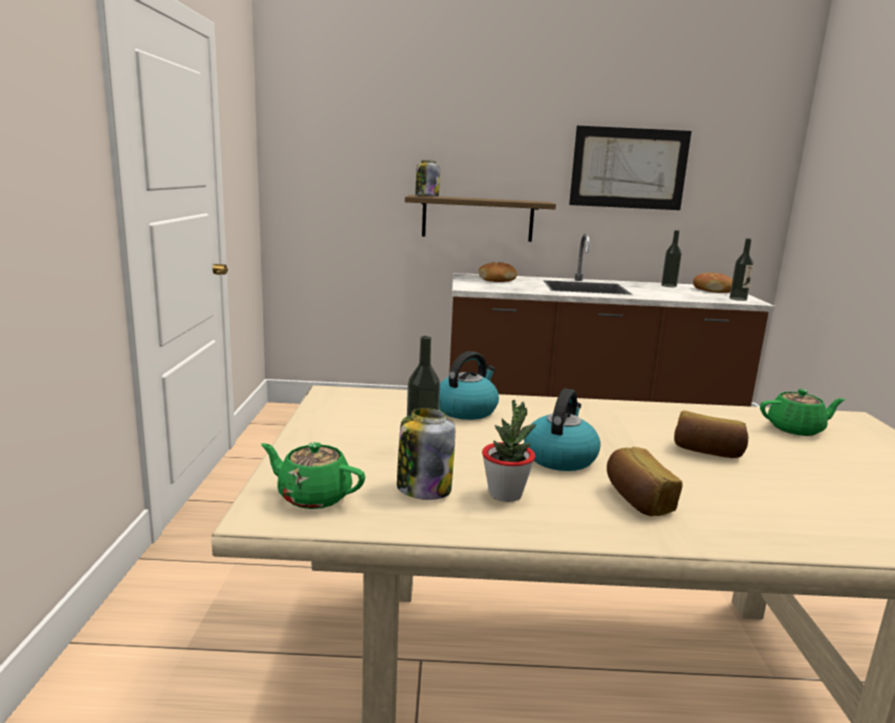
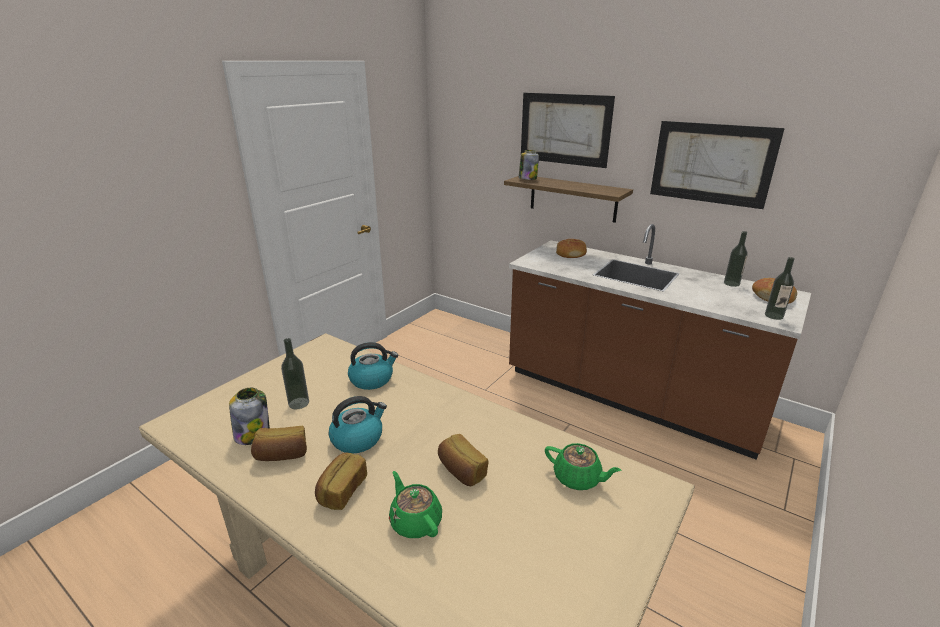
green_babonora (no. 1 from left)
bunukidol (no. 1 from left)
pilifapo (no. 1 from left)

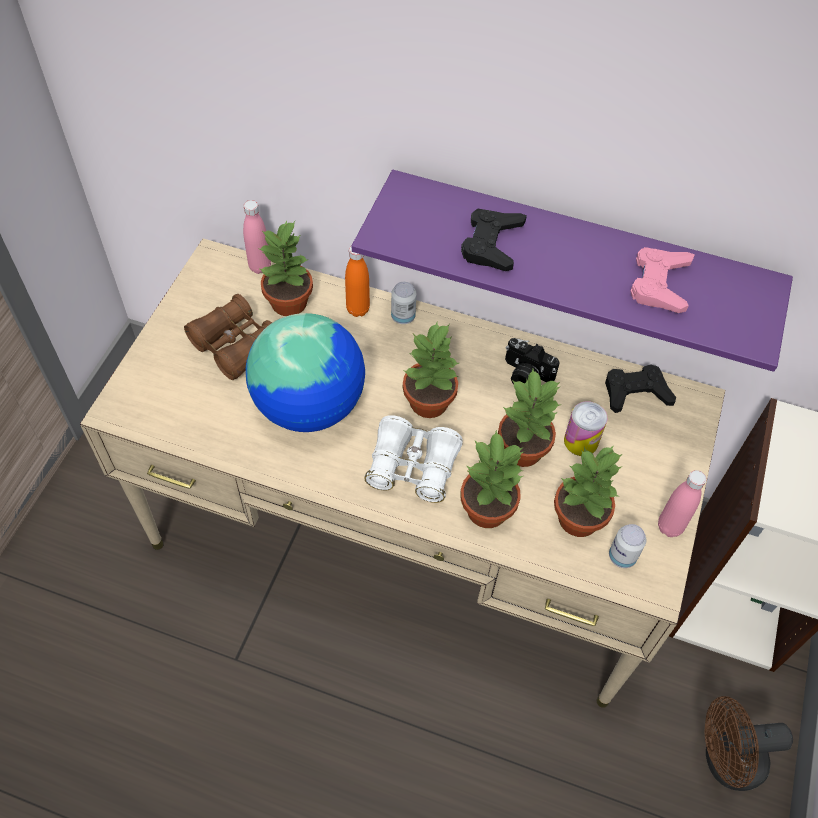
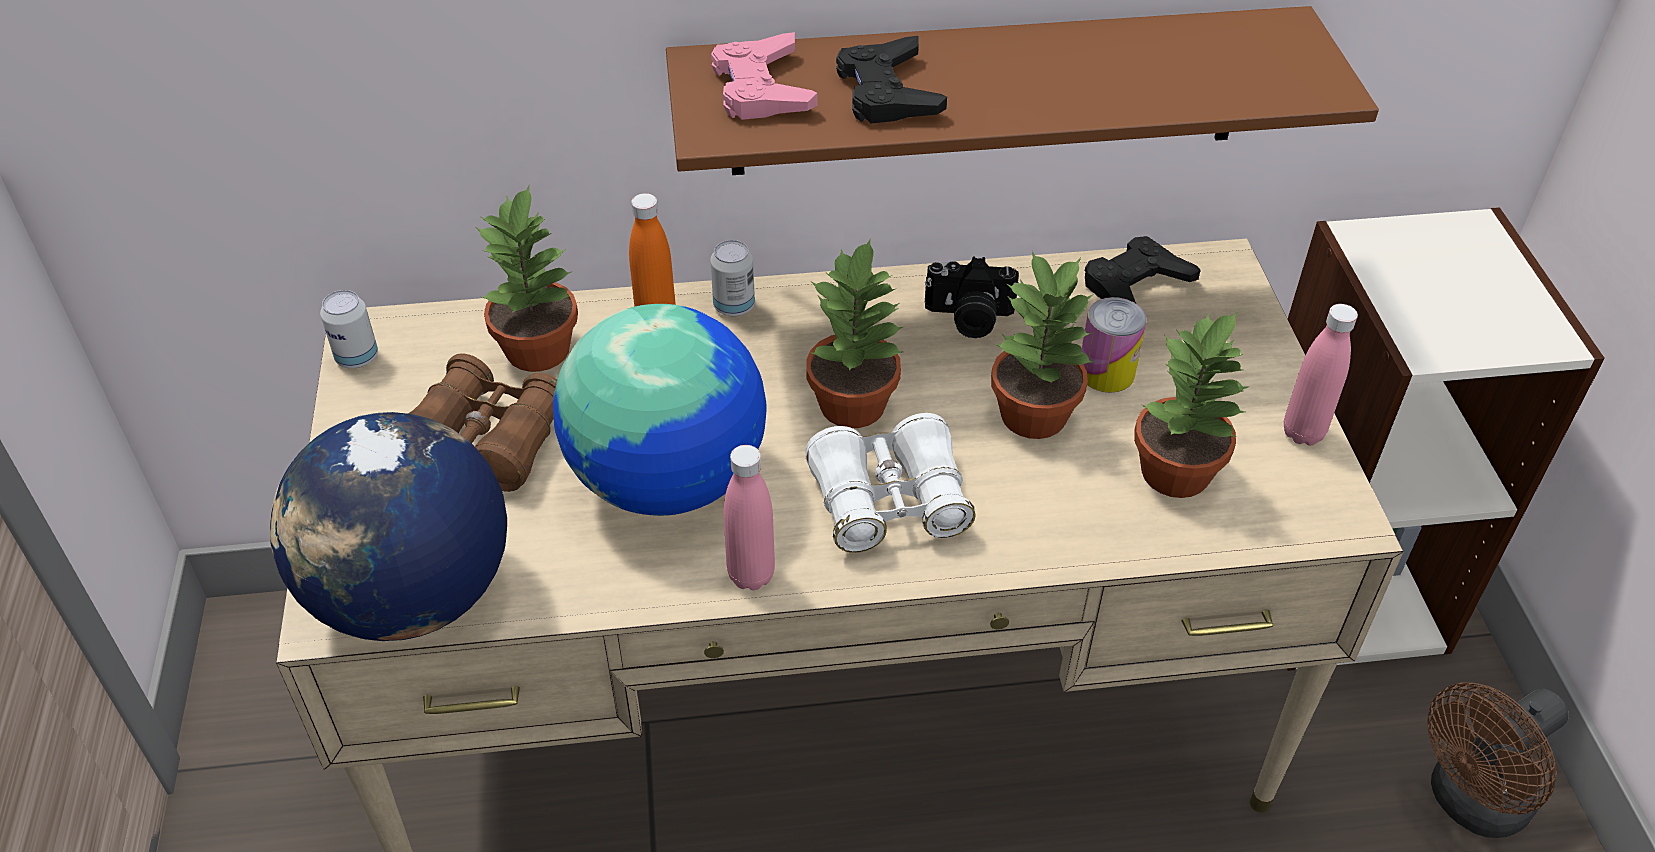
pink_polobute (no. 1 from left)
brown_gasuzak
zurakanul (no. 3 from left in the first image)
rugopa (no. 1 from left)
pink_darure
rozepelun (no. 1 from left)

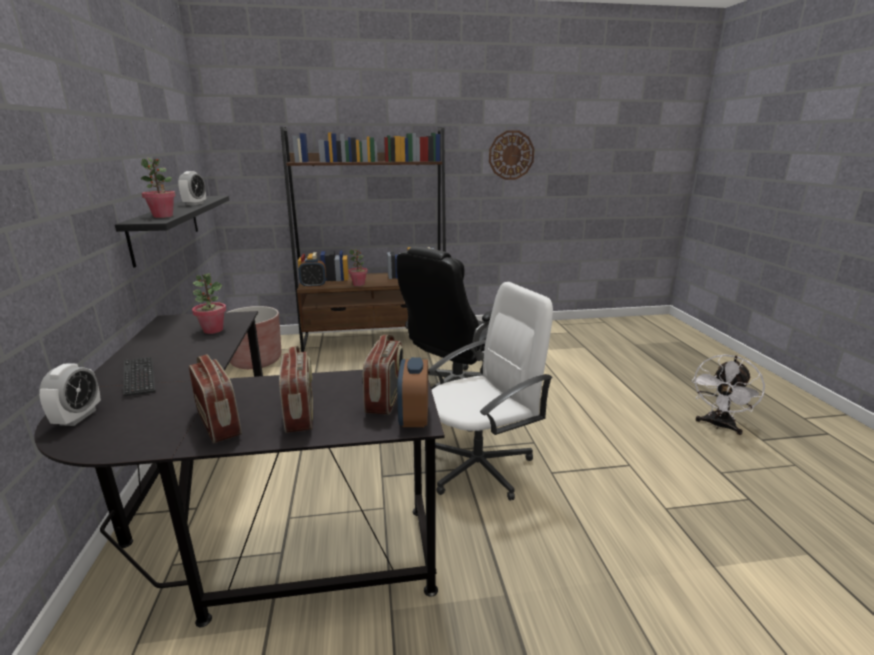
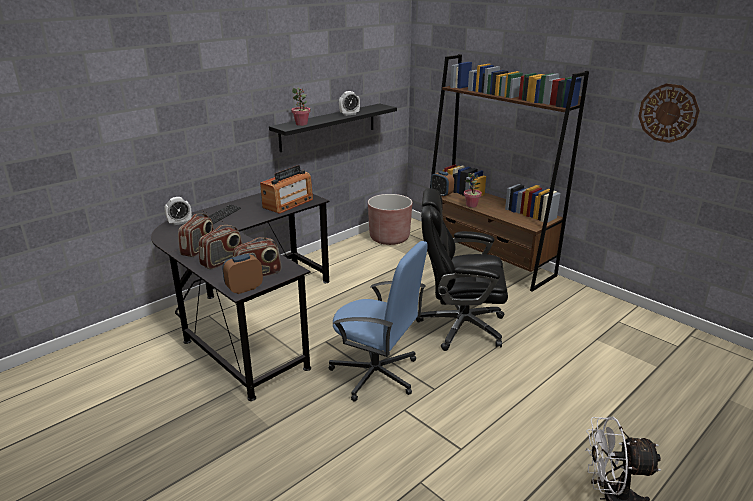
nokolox (no. 4 from left)
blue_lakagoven

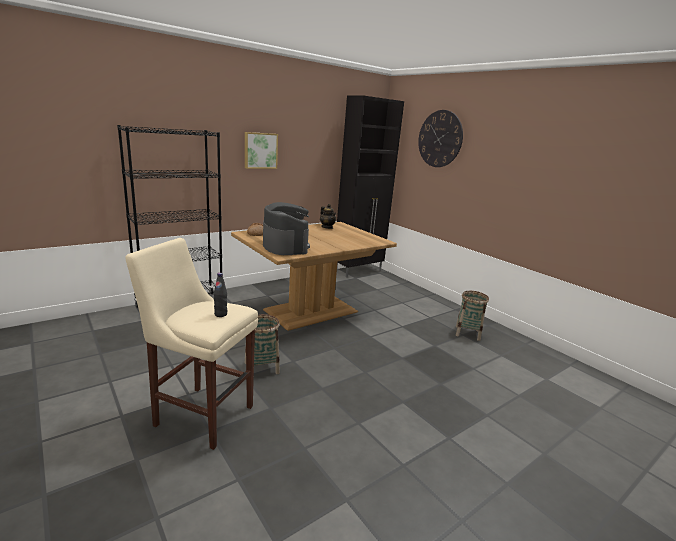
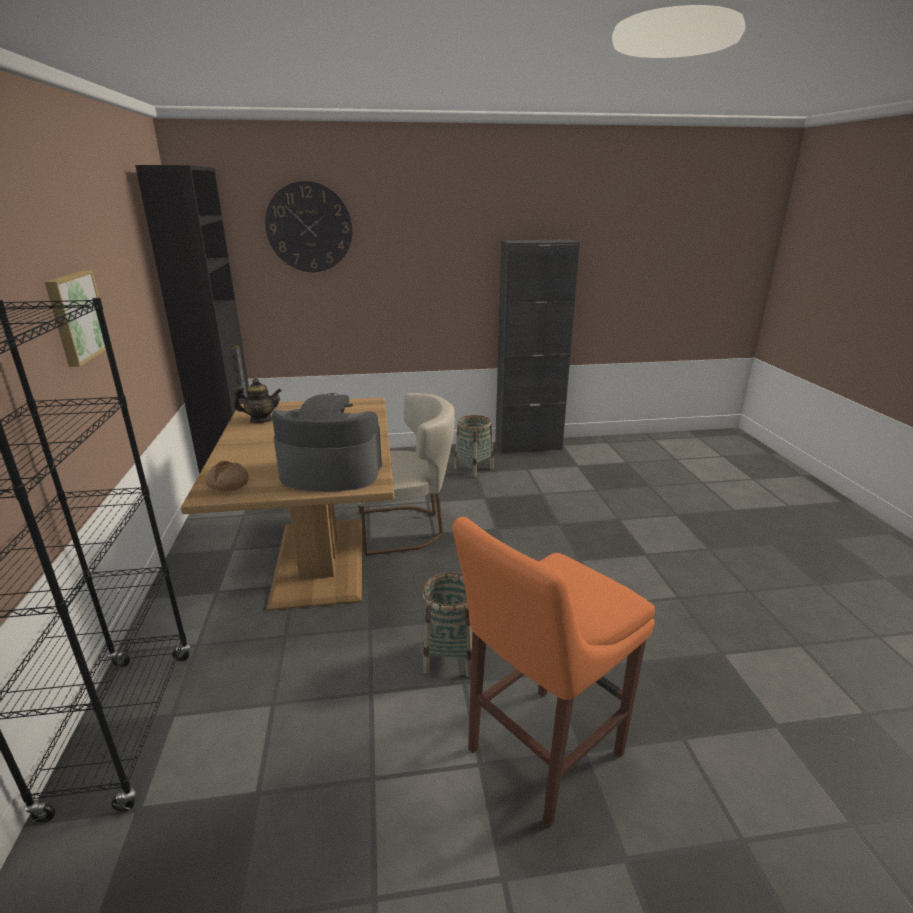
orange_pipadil
black_polobute
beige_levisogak
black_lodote (no. 2 from left)

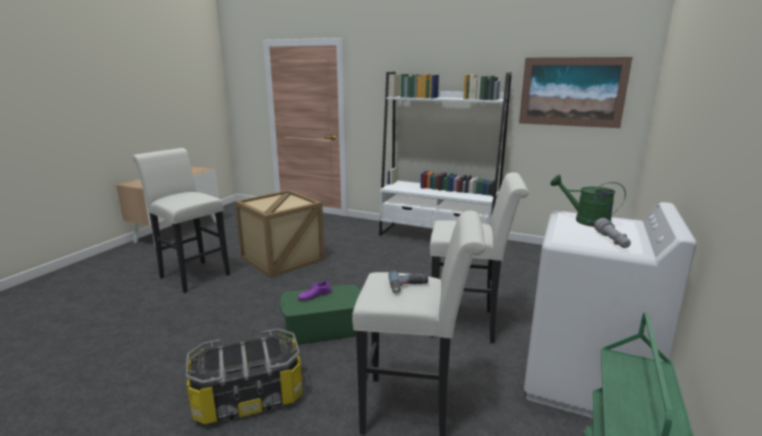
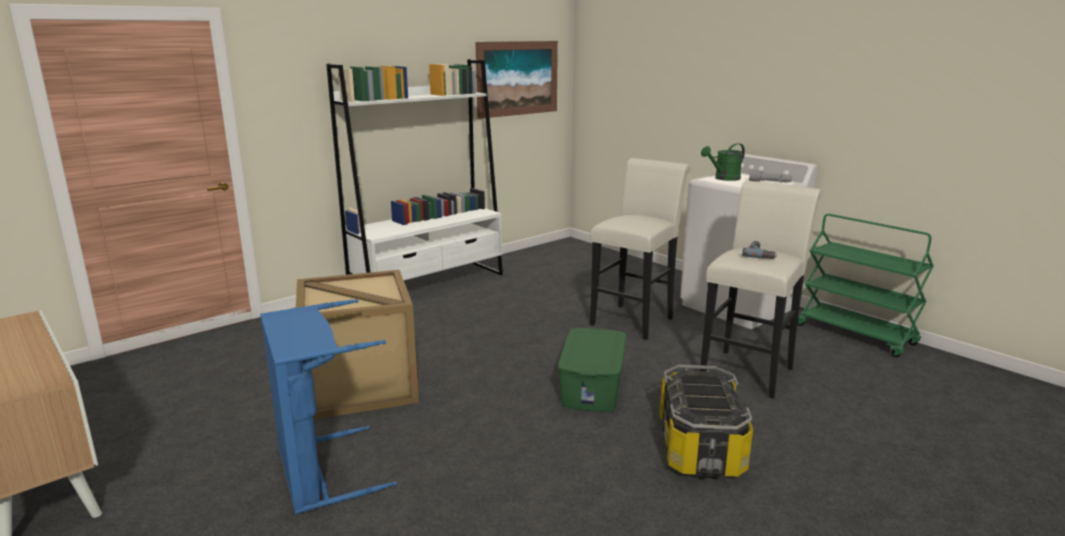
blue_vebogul
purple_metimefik

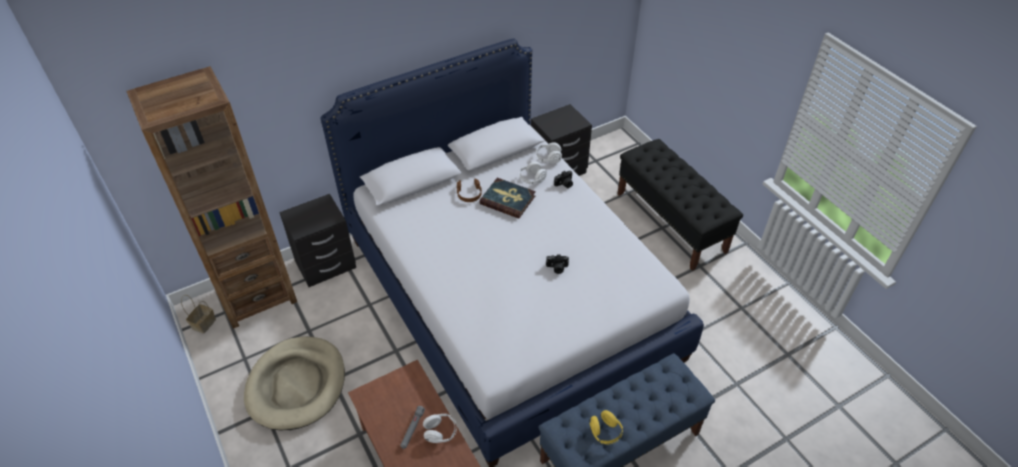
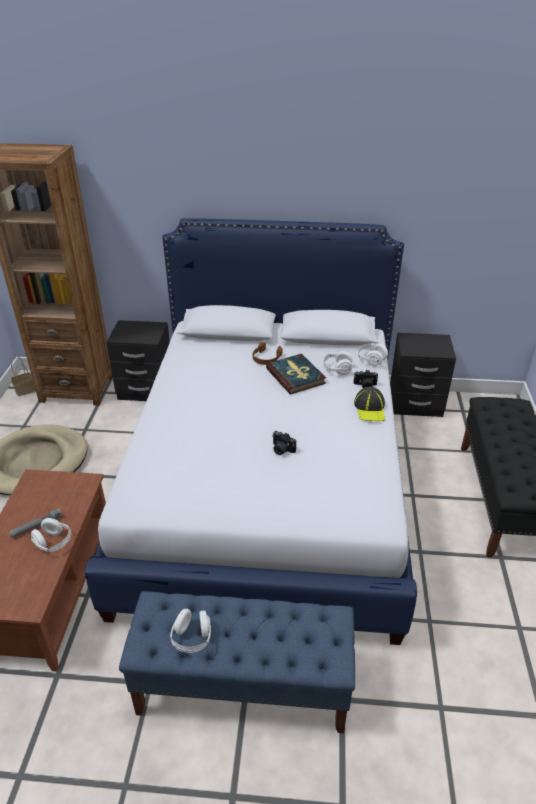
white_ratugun (no. 2 from left)
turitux

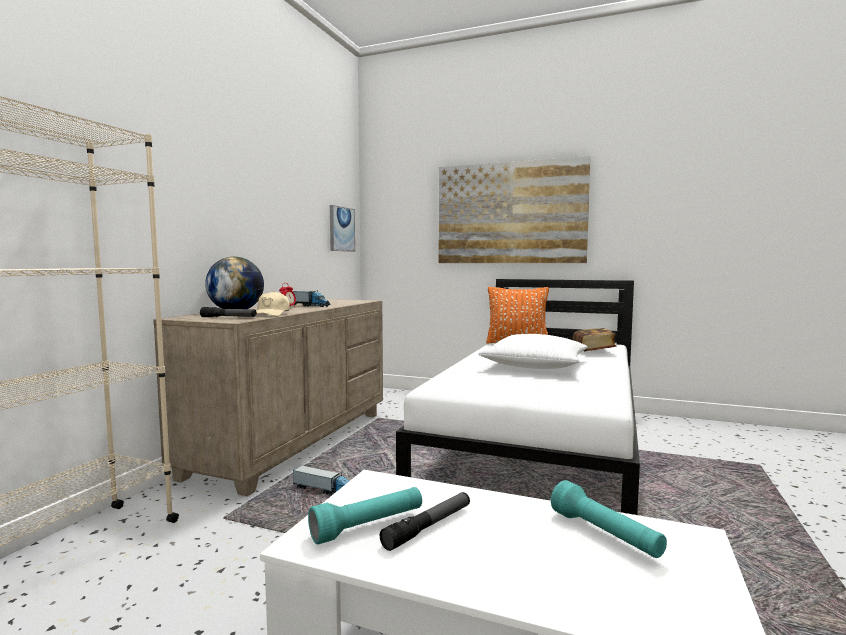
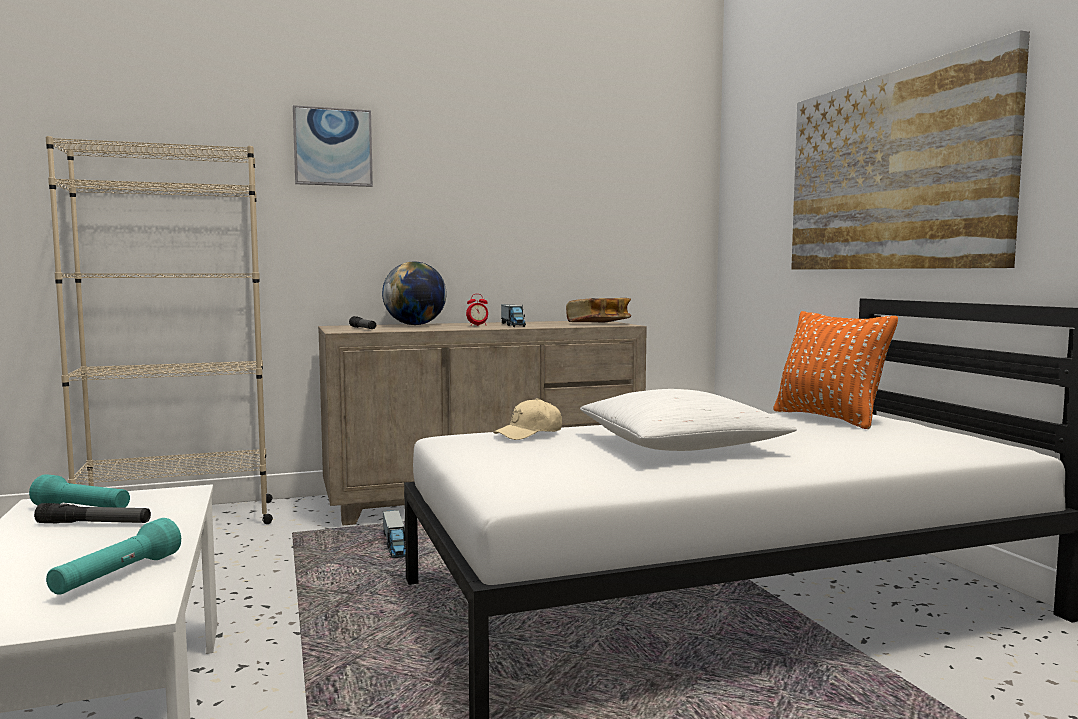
beige_turitux
pilifapo (no. 1 from left)
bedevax

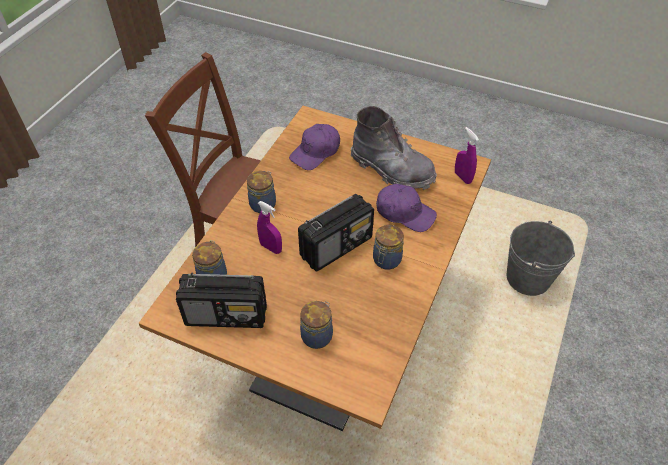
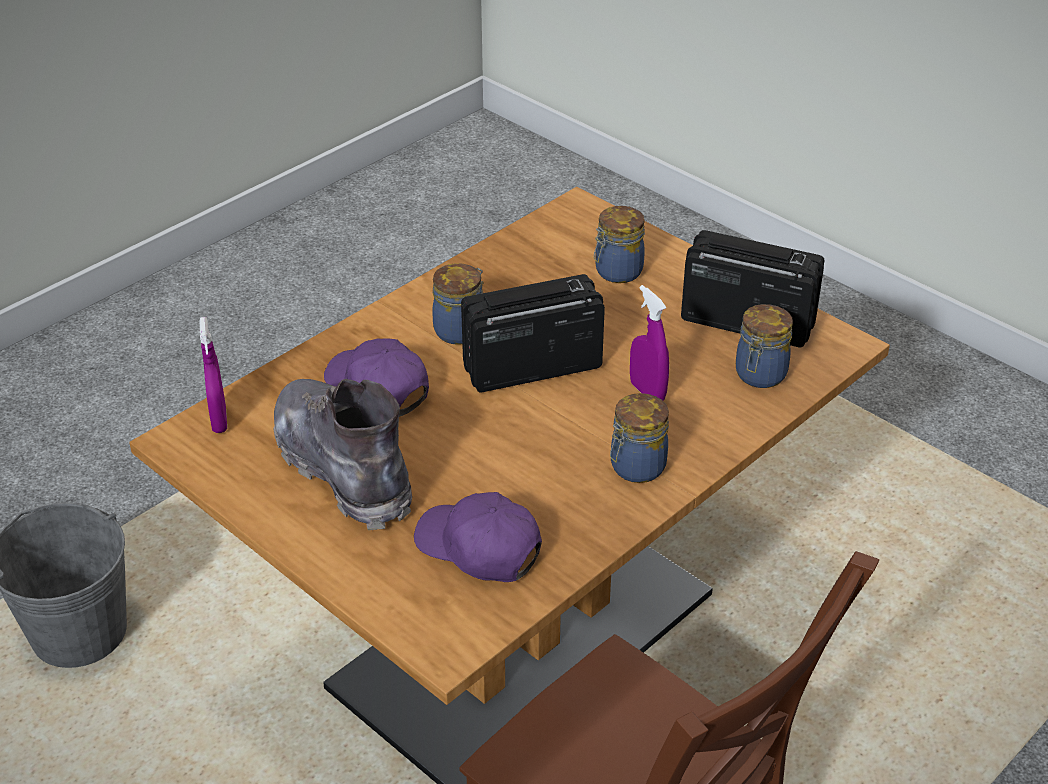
purple_turitux (no. 2 from left)

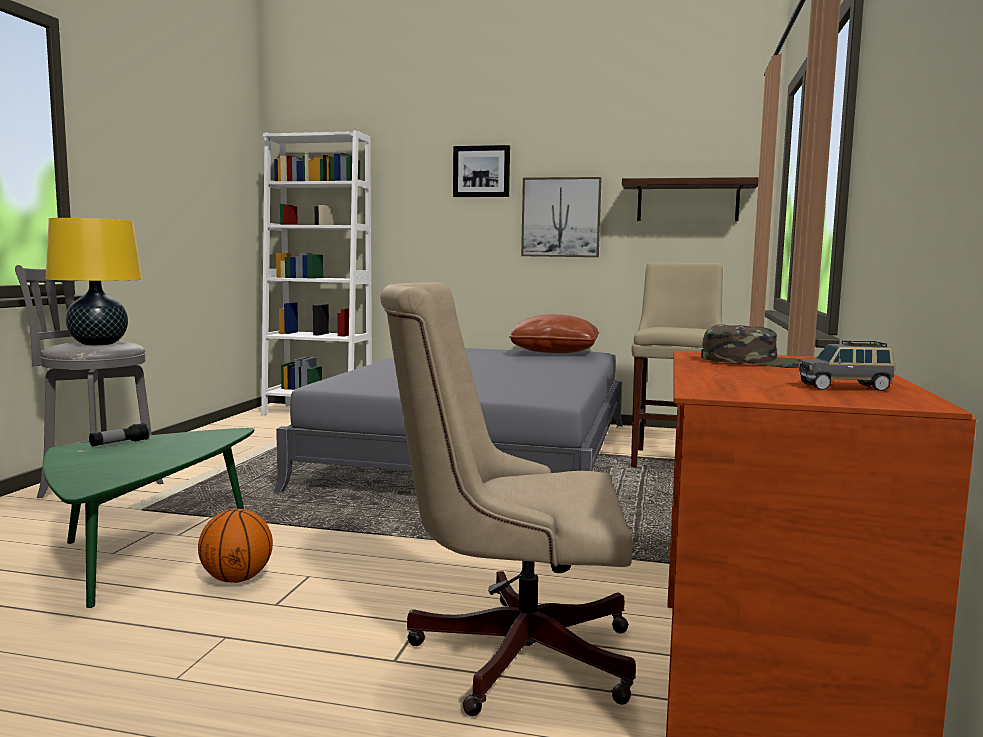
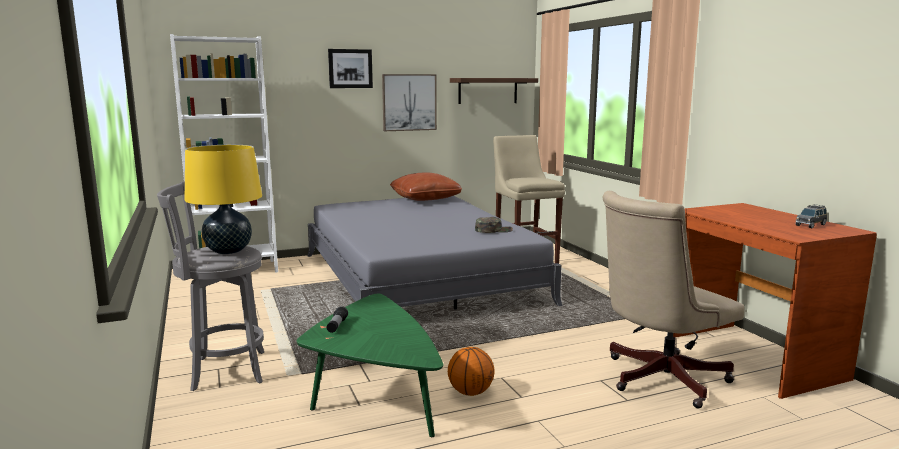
green_turitux

